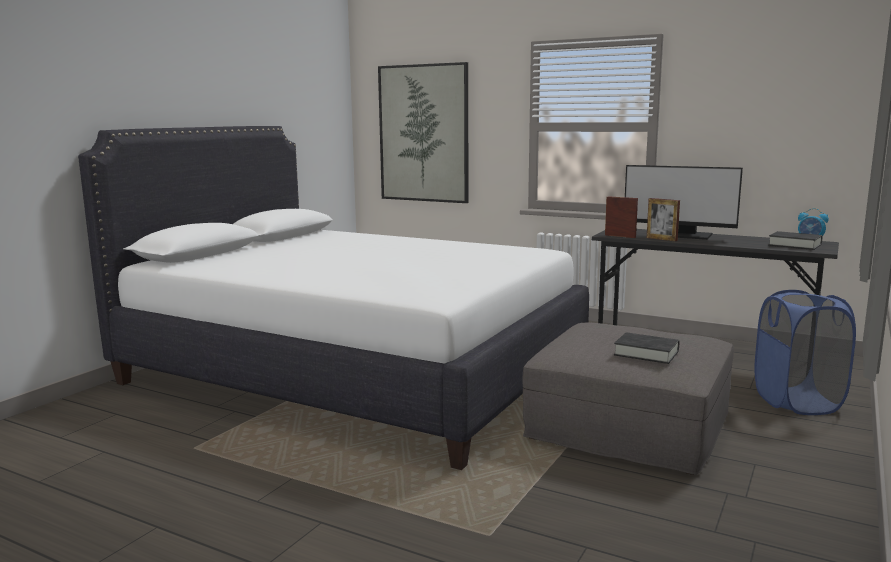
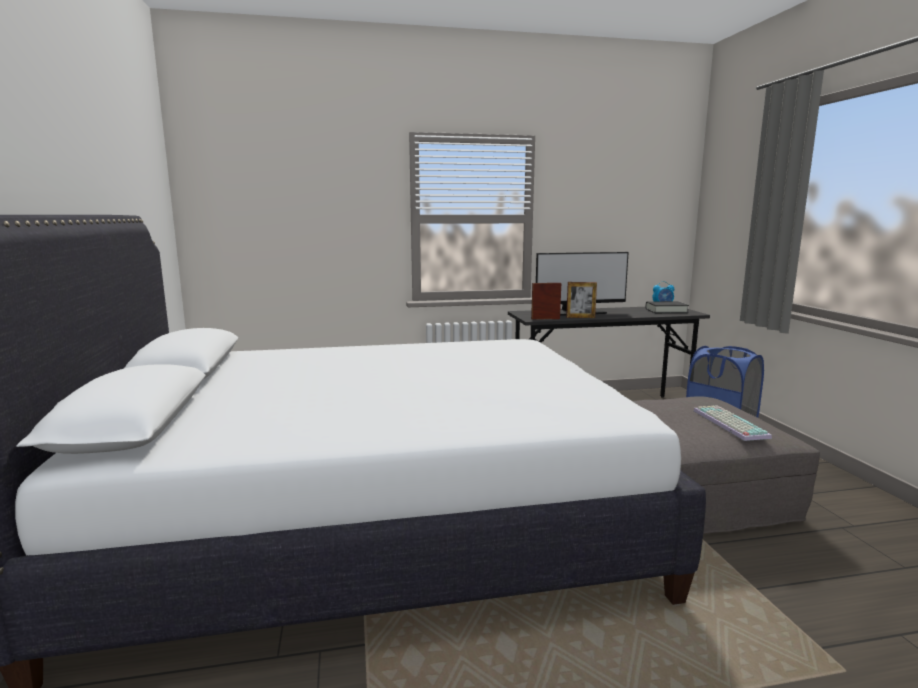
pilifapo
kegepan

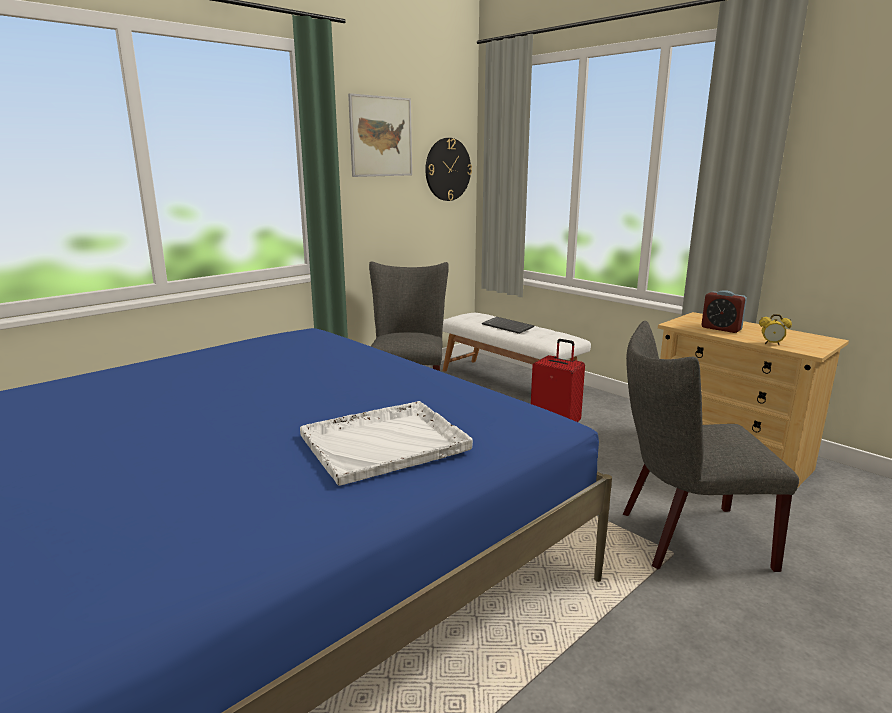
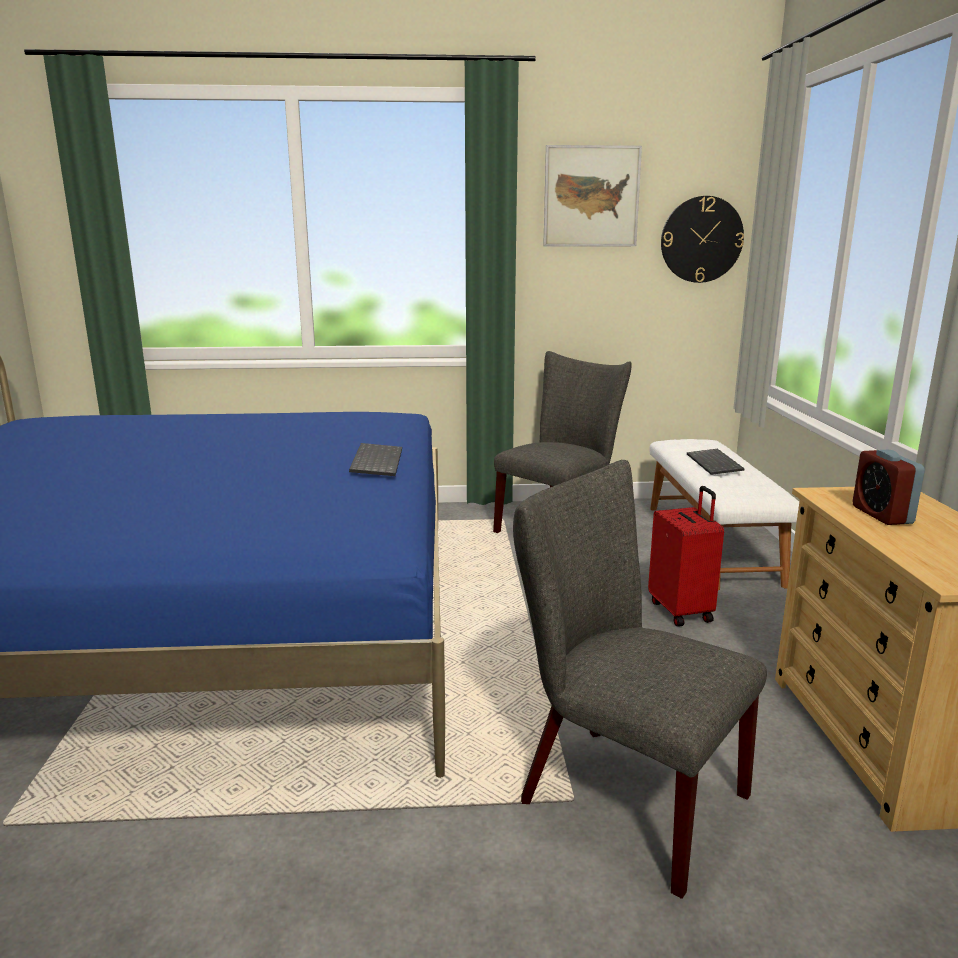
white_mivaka
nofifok (no. 2 from left in the first image)
kegepan (no. 1 from left)

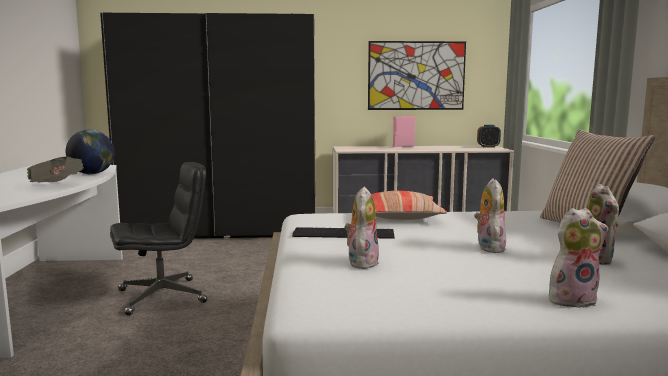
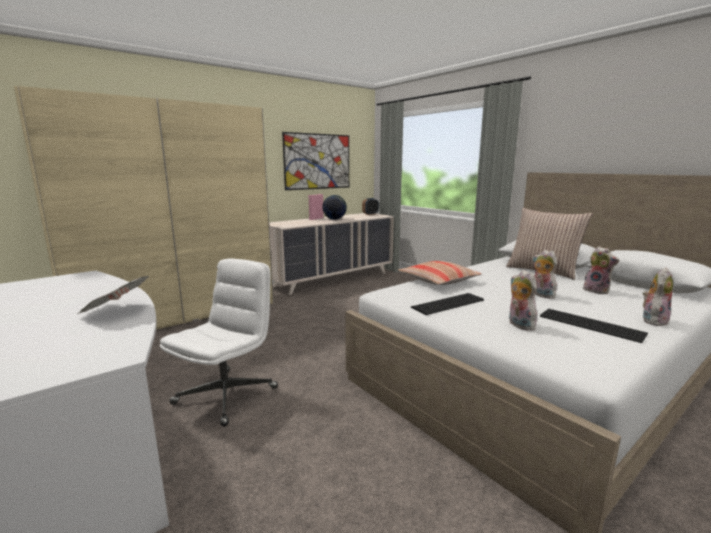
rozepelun
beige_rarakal
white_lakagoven
kegepan (no. 2 from left)

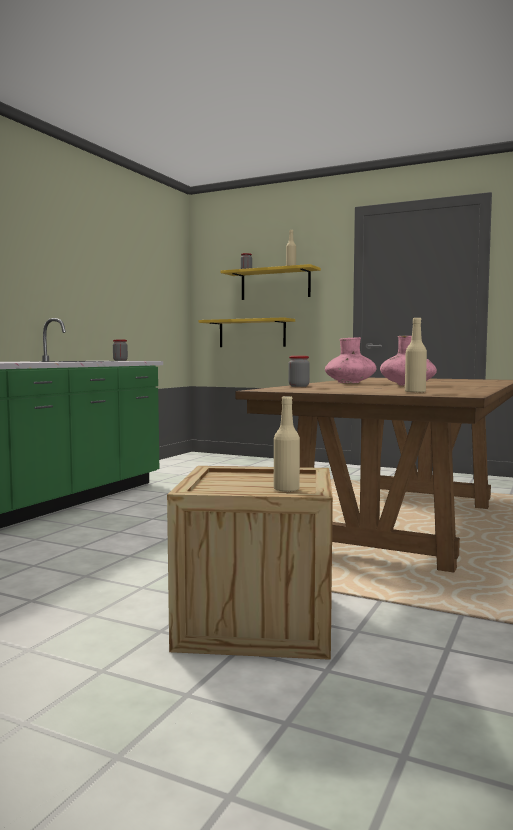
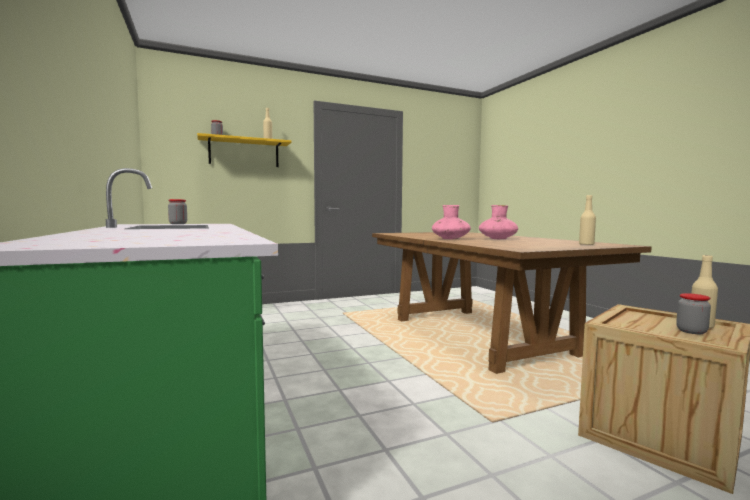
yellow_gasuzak (no. 1 from left in the first image)
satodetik (no. 3 from left)

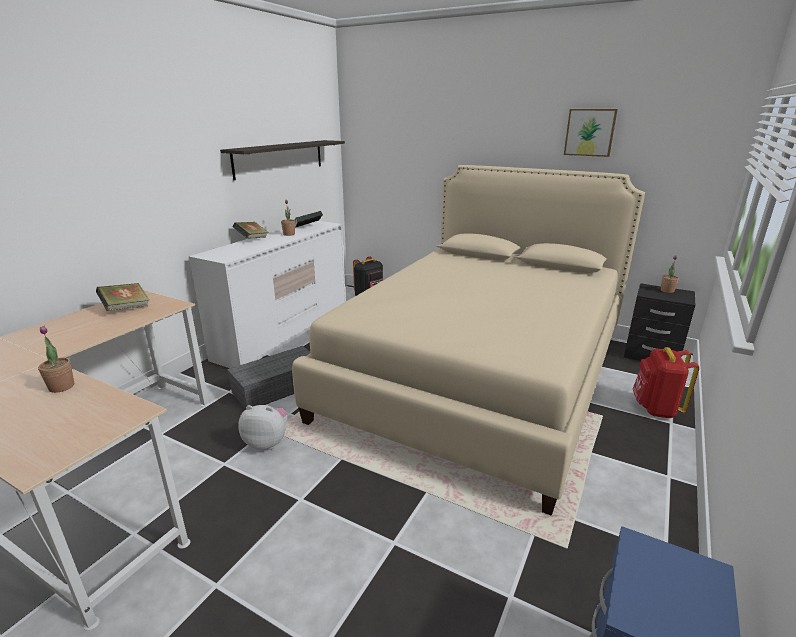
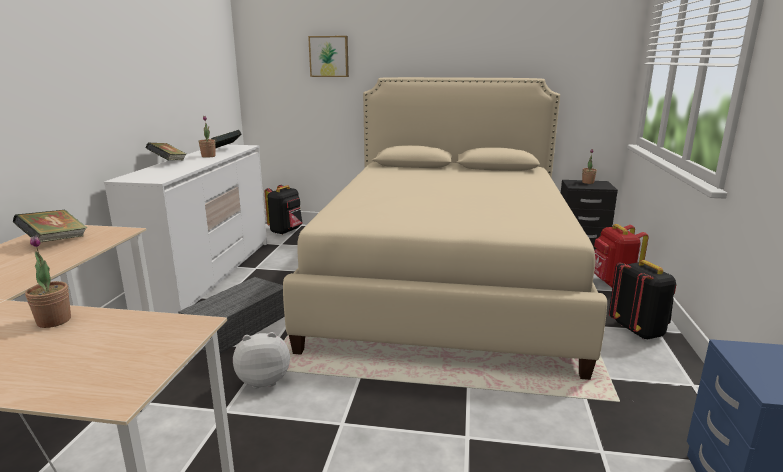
gasuzak
pilifapo
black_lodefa (no. 2 from left)

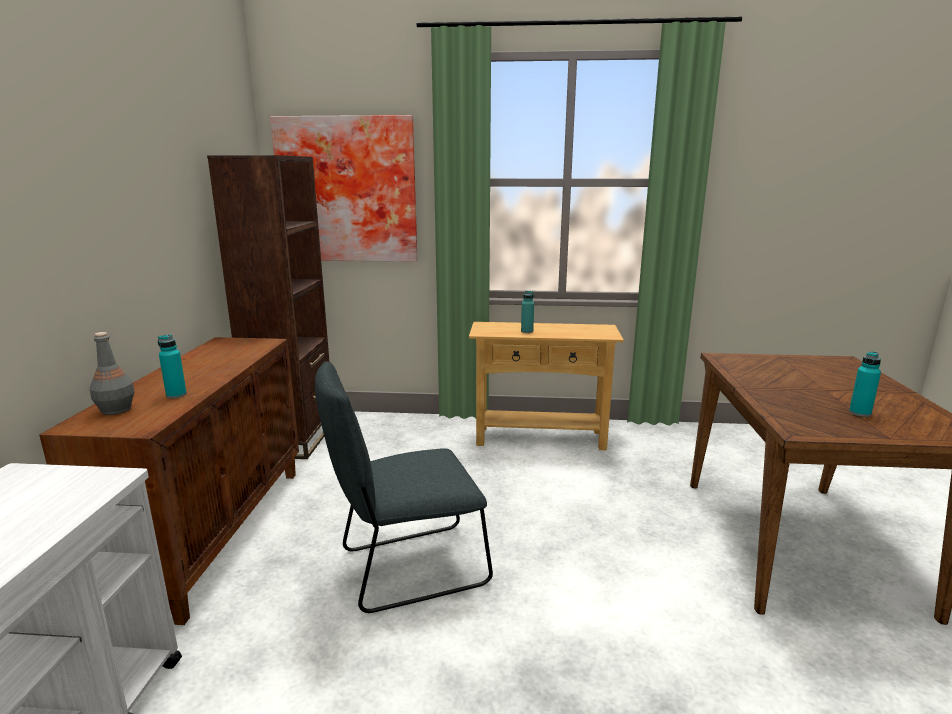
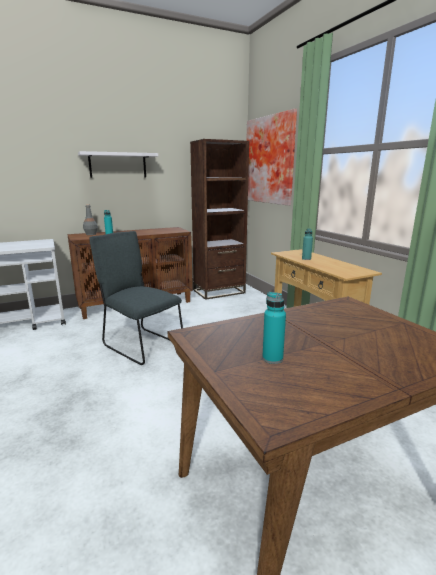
white_gasuzak

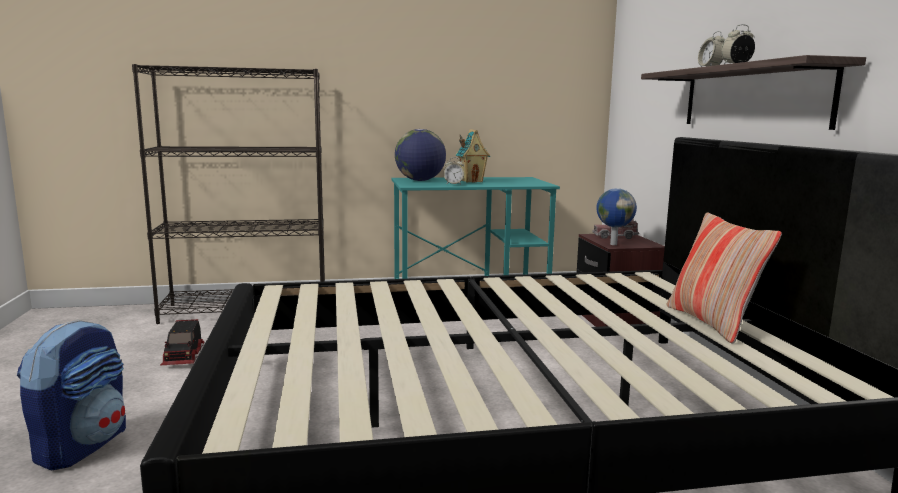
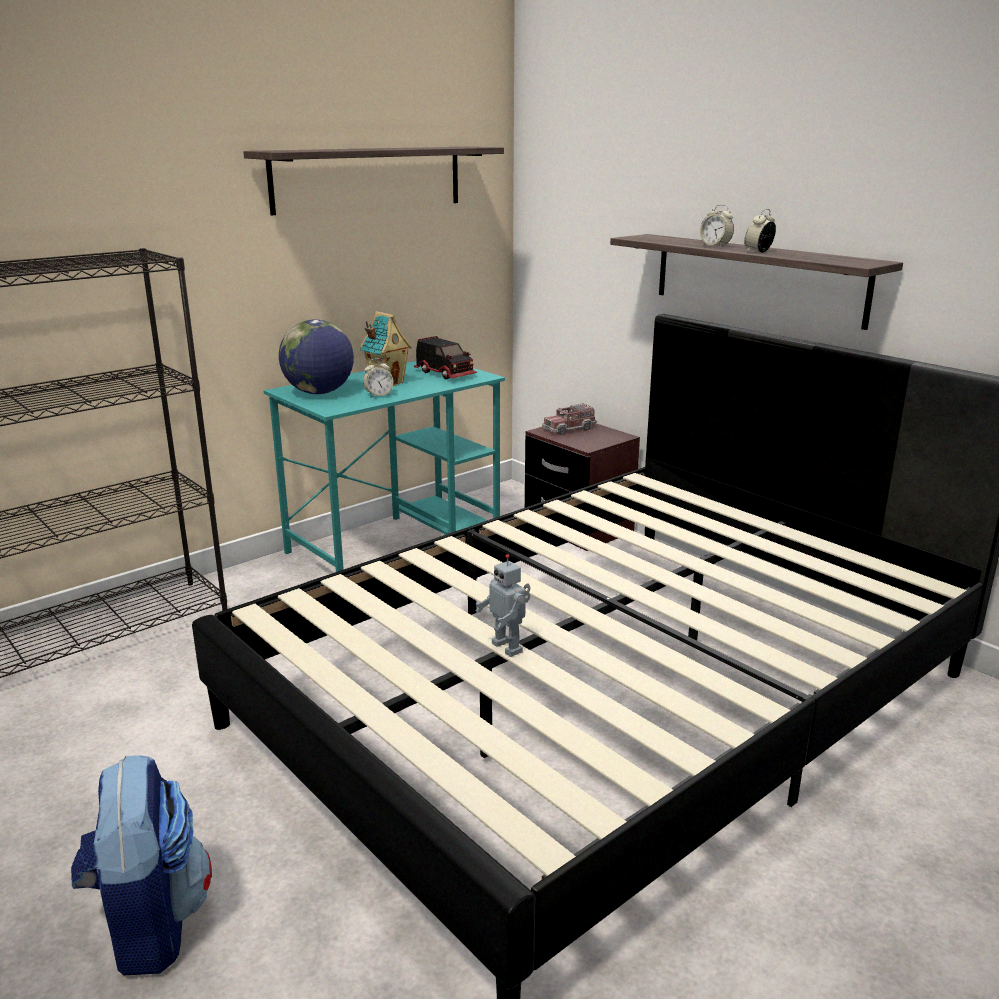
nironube (no. 1 from left)
rozepelun (no. 2 from left in the first image)
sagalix
gasuzak (no. 1 from left)
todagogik

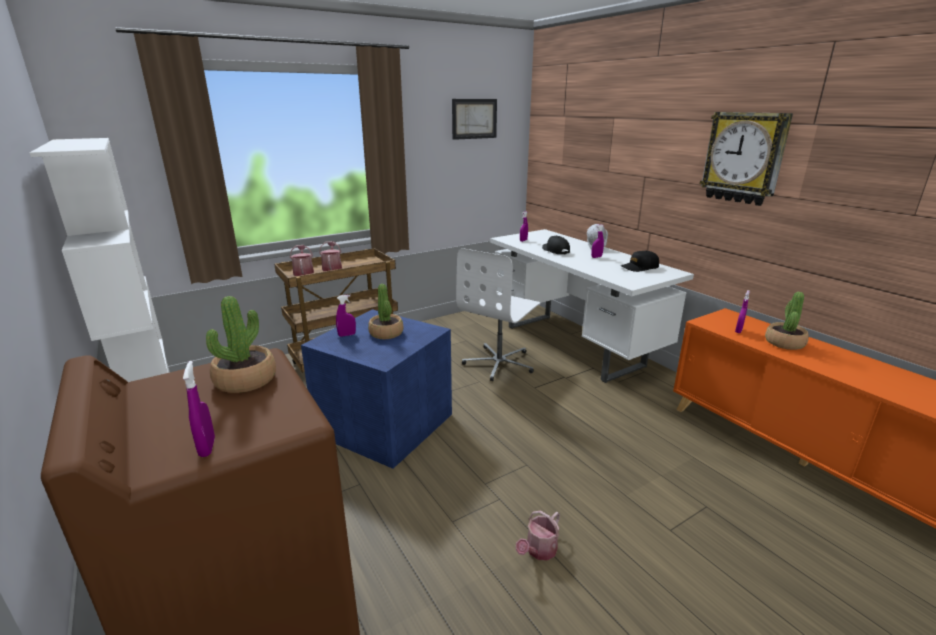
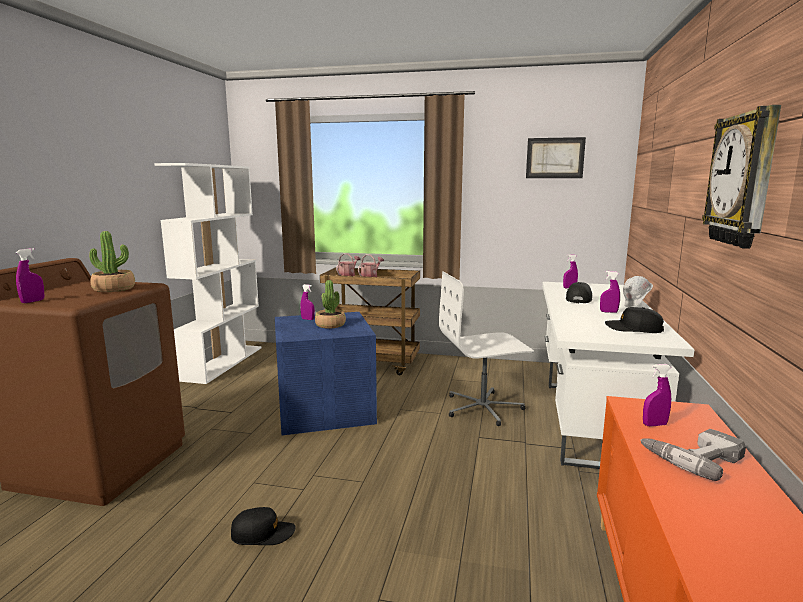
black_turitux (no. 1 from left)
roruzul

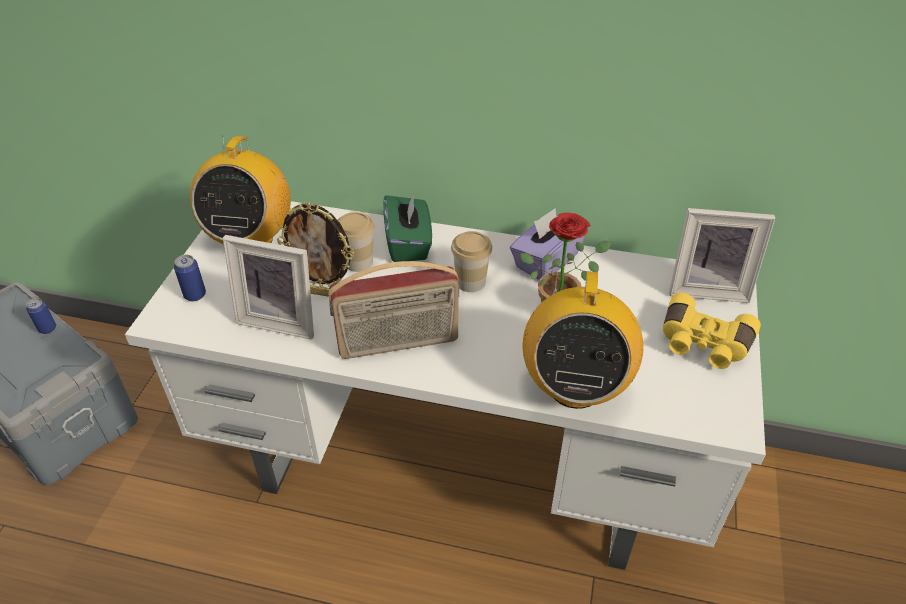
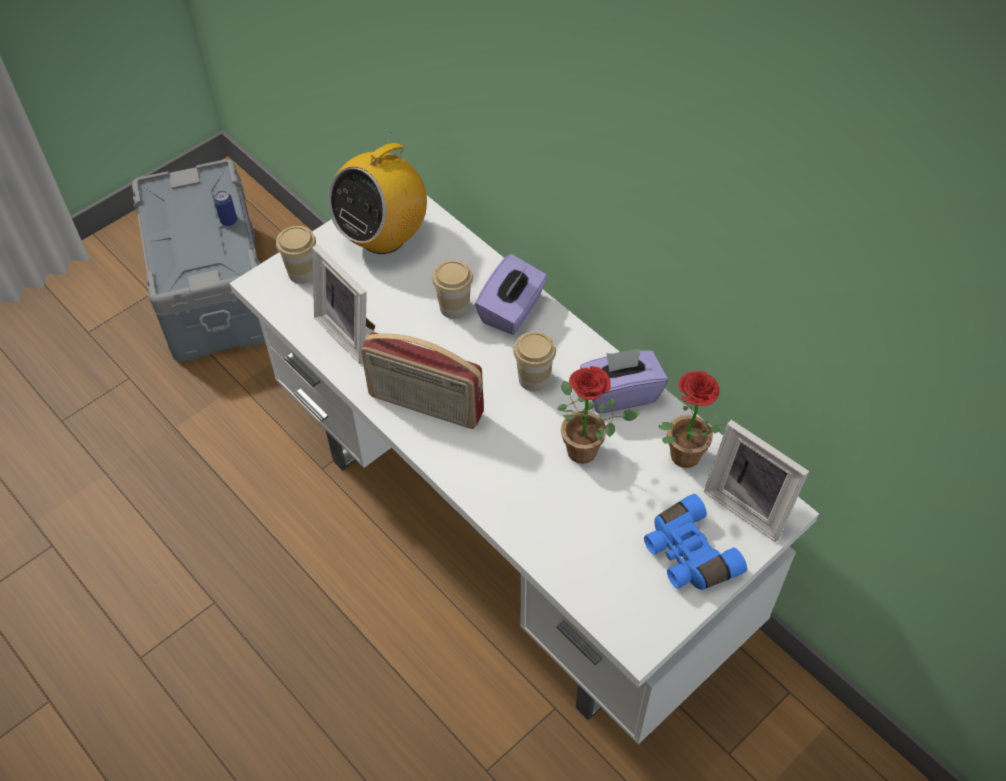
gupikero (no. 1 from left)
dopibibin (no. 2 from left in the first image)
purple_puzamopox (no. 1 from left)
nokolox (no. 3 from left in the first image)
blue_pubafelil
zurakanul (no. 2 from left)

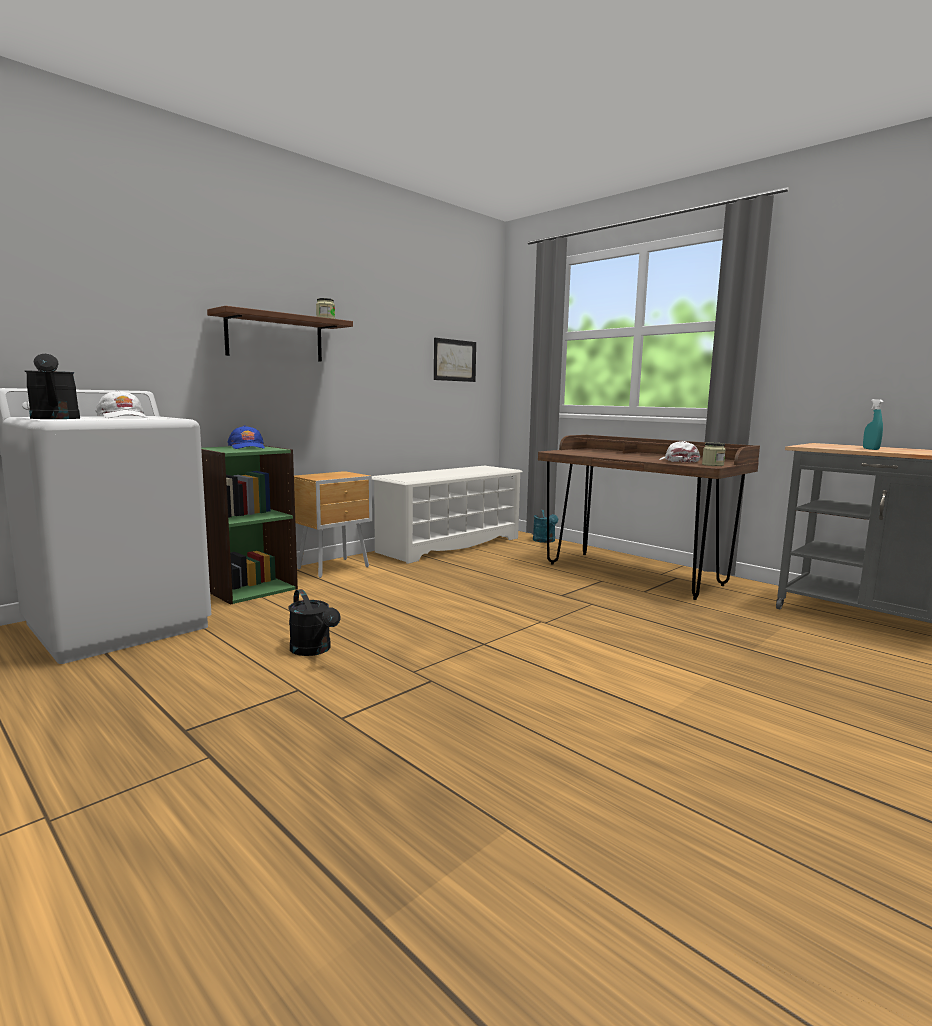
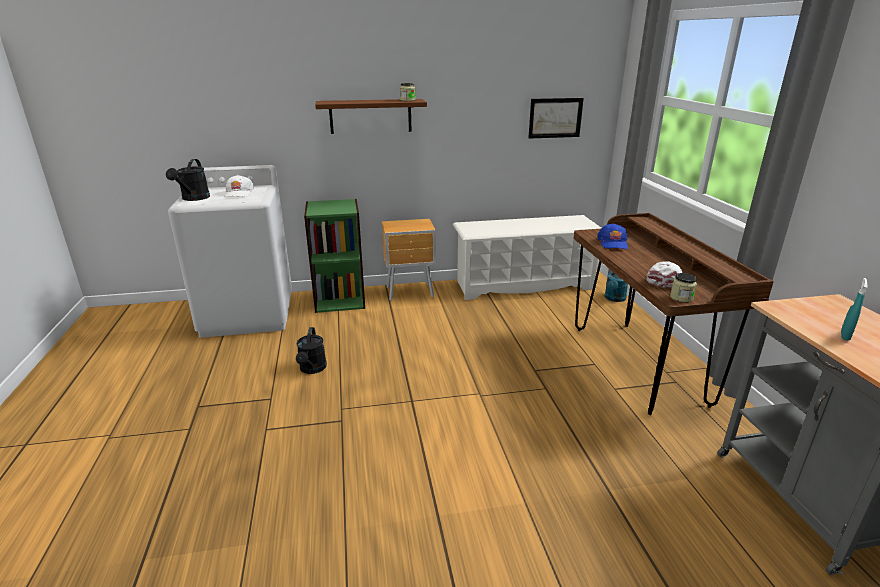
blue_turitux

